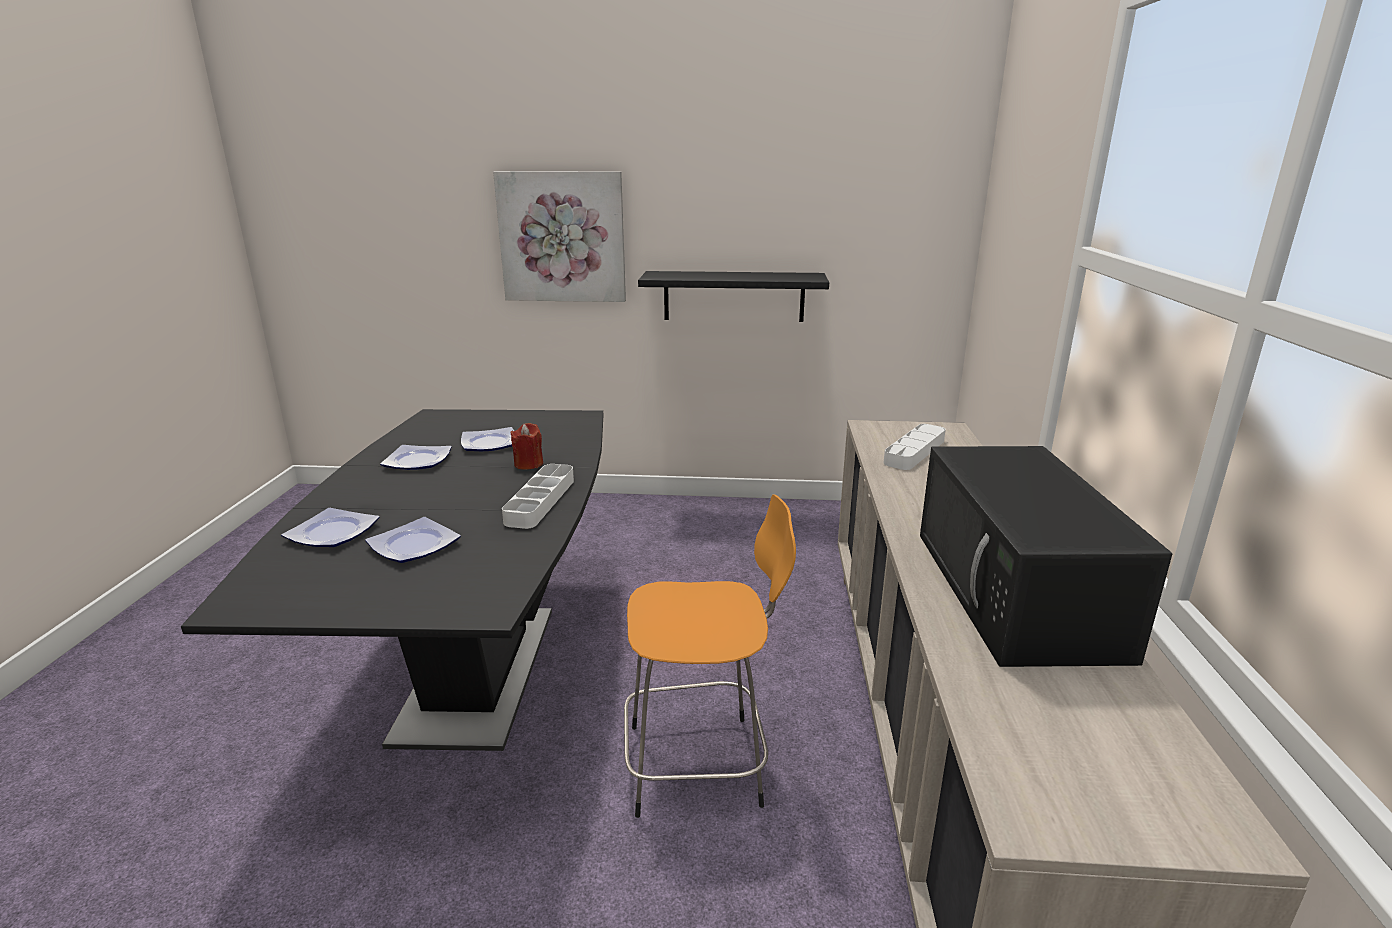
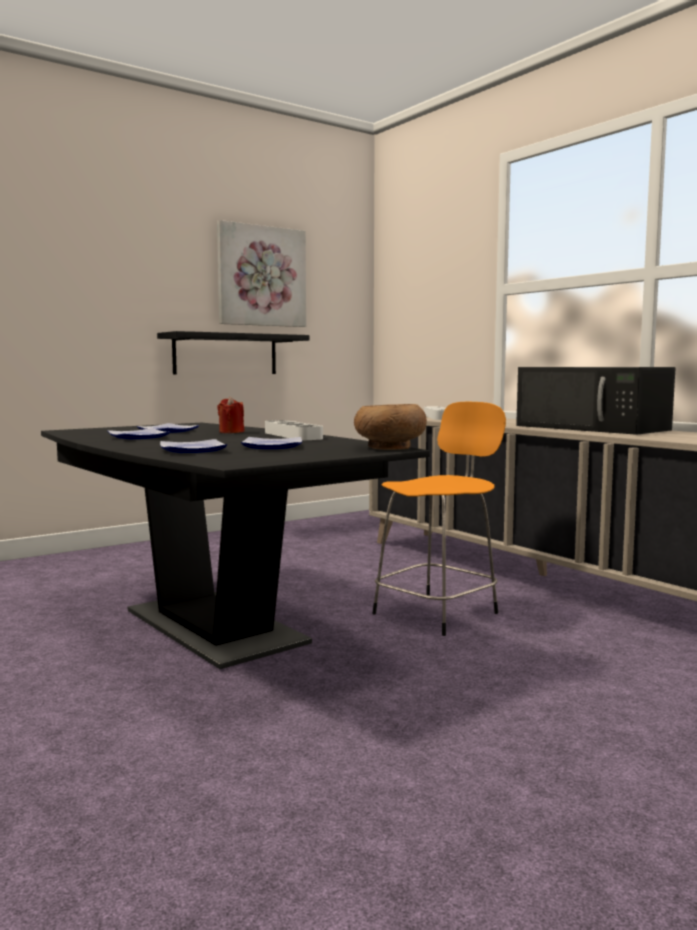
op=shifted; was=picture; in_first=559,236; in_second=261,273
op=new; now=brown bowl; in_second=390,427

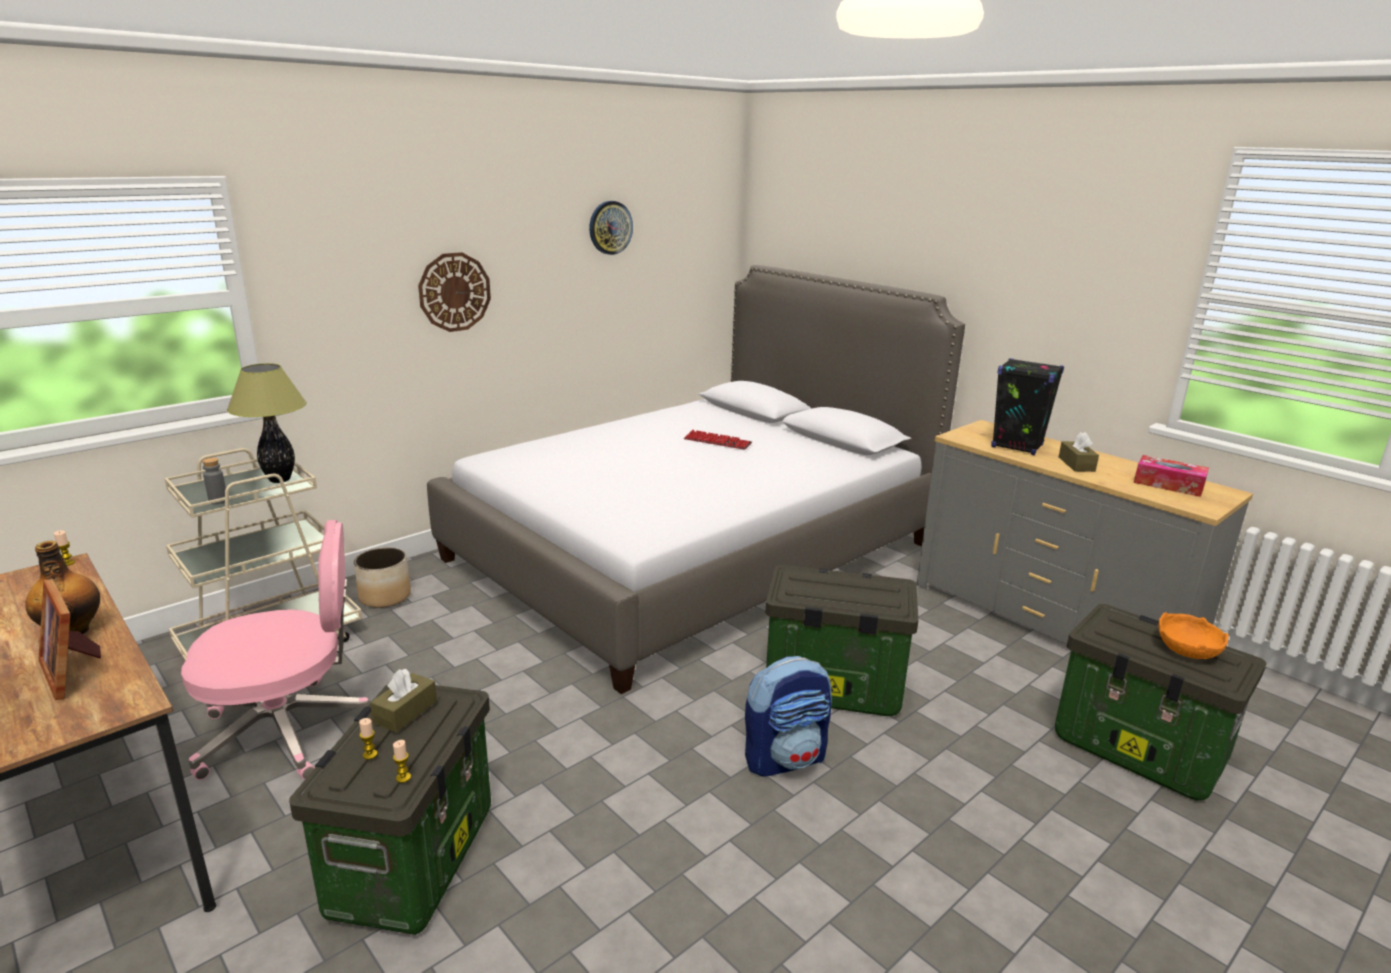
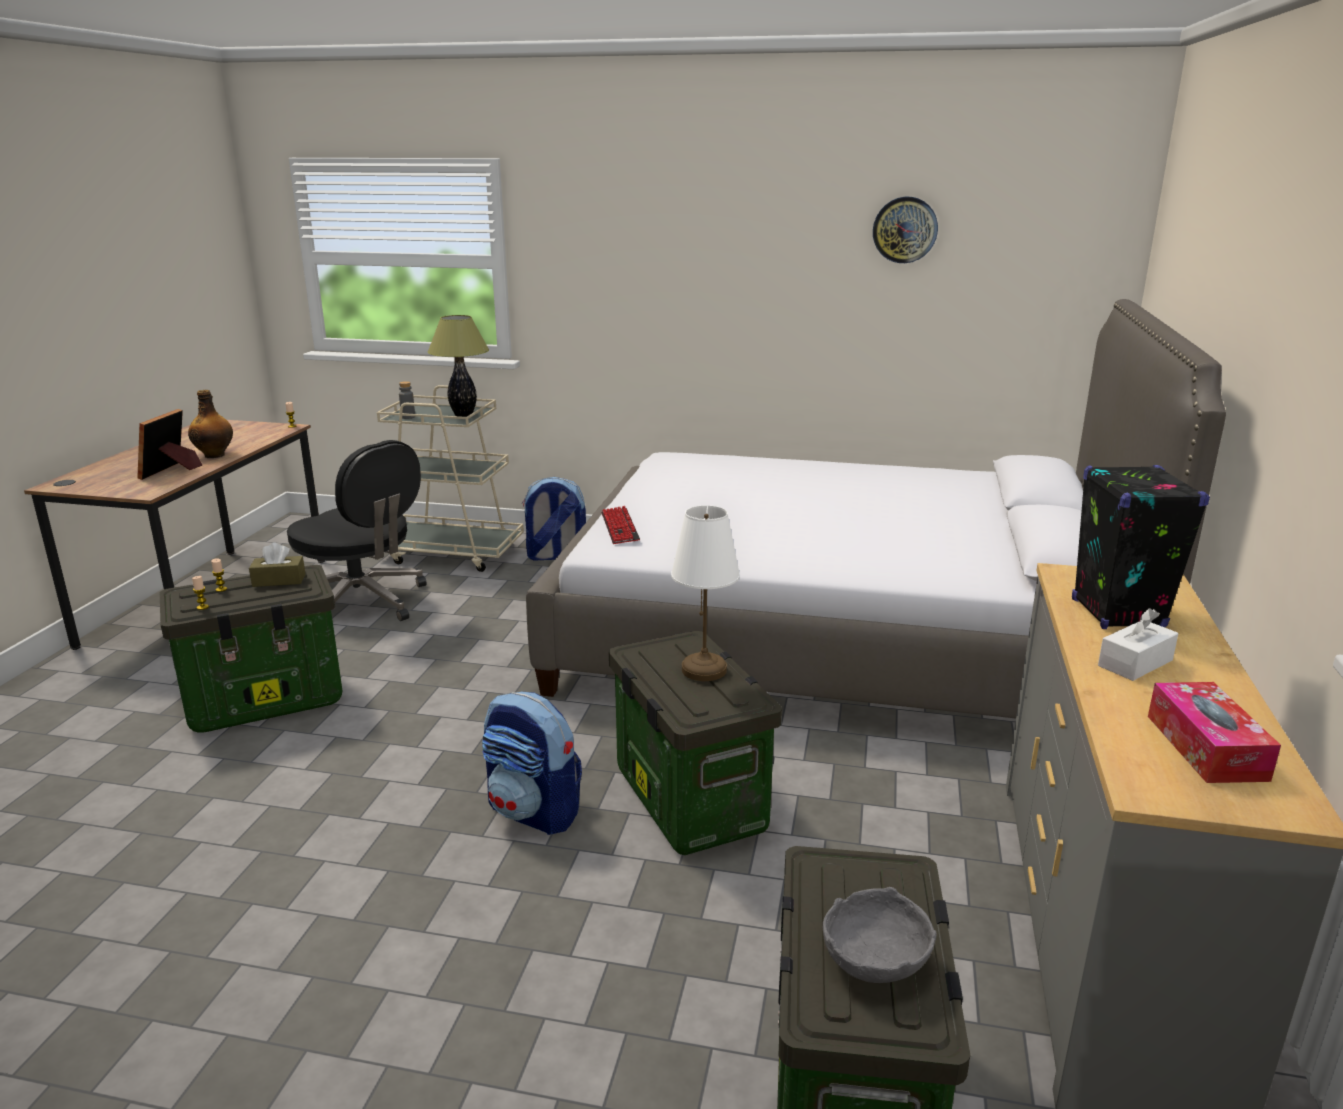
op=gone; was=wall clock; in_first=454,292
op=shifted; was=keyboard; in_first=718,440; in_second=620,525
op=repainted; was=brown tissue box; now=white tissue box; in_first=1079,452; in_second=1138,644
op=repainted; was=pink office chair; now=black office chair; in_first=275,650; in_second=357,530
op=swapped; was=planter; now=backpack; in_first=382,577; in_second=554,519
op=repainted; was=orange bowl; now=grey bowl; in_first=1194,635; in_second=880,935
op=new; now=white table lamp; in_second=705,593

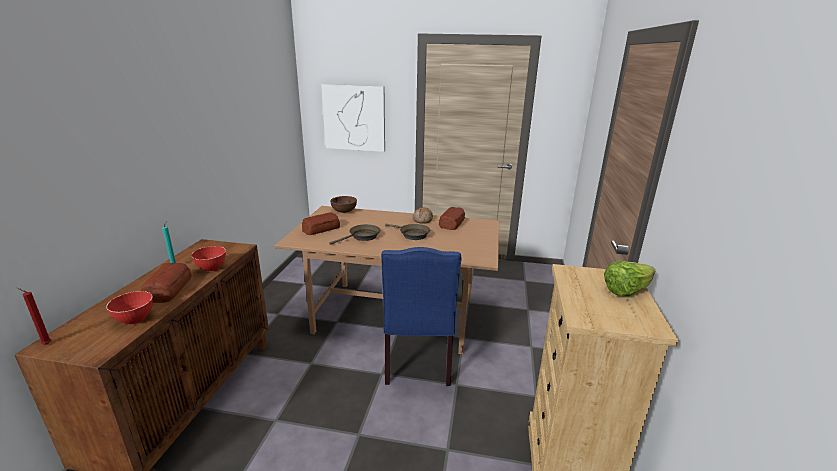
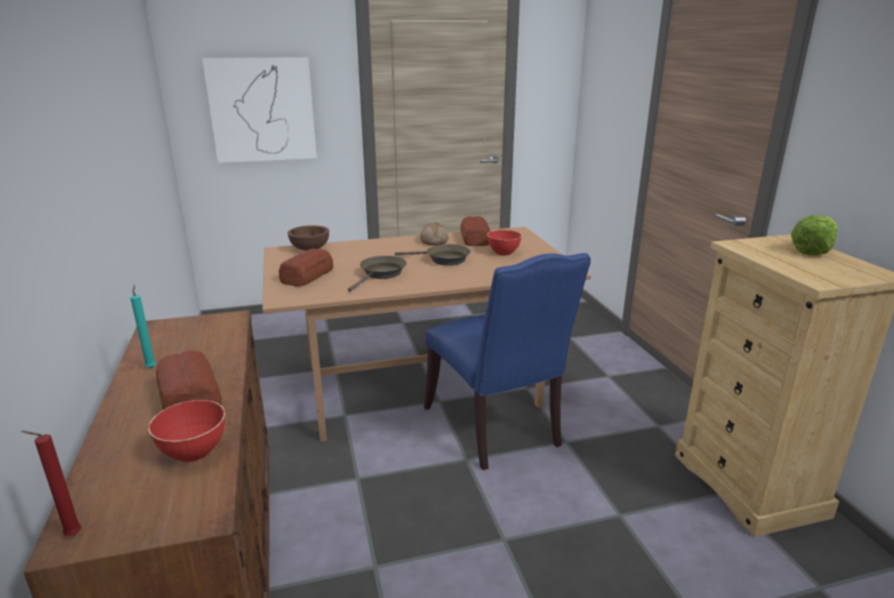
op=shifted; was=red bowl; in_first=208,258; in_second=504,243

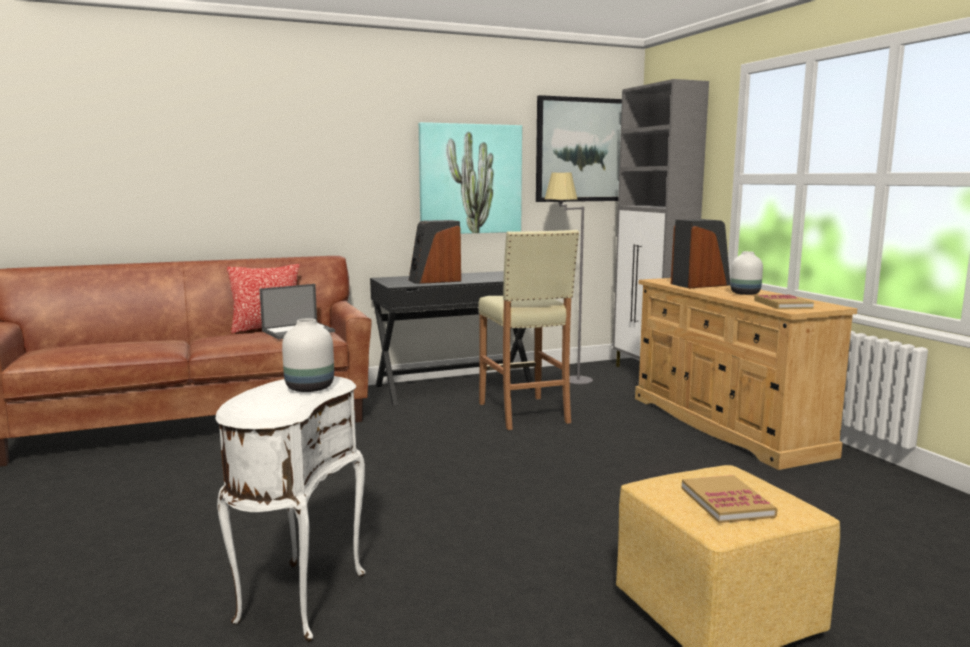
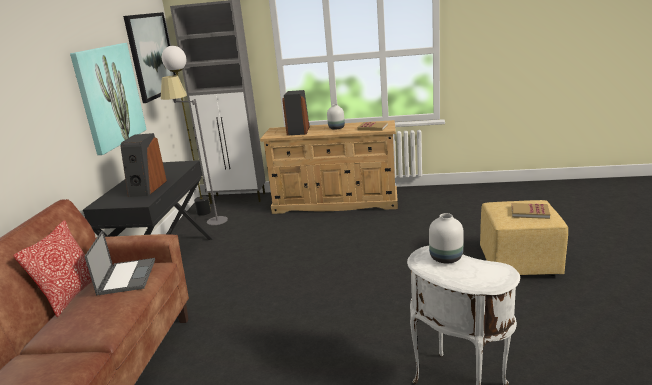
op=gone; was=beige stool; in_first=528,330
op=new; now=floor lamp; in_second=186,131

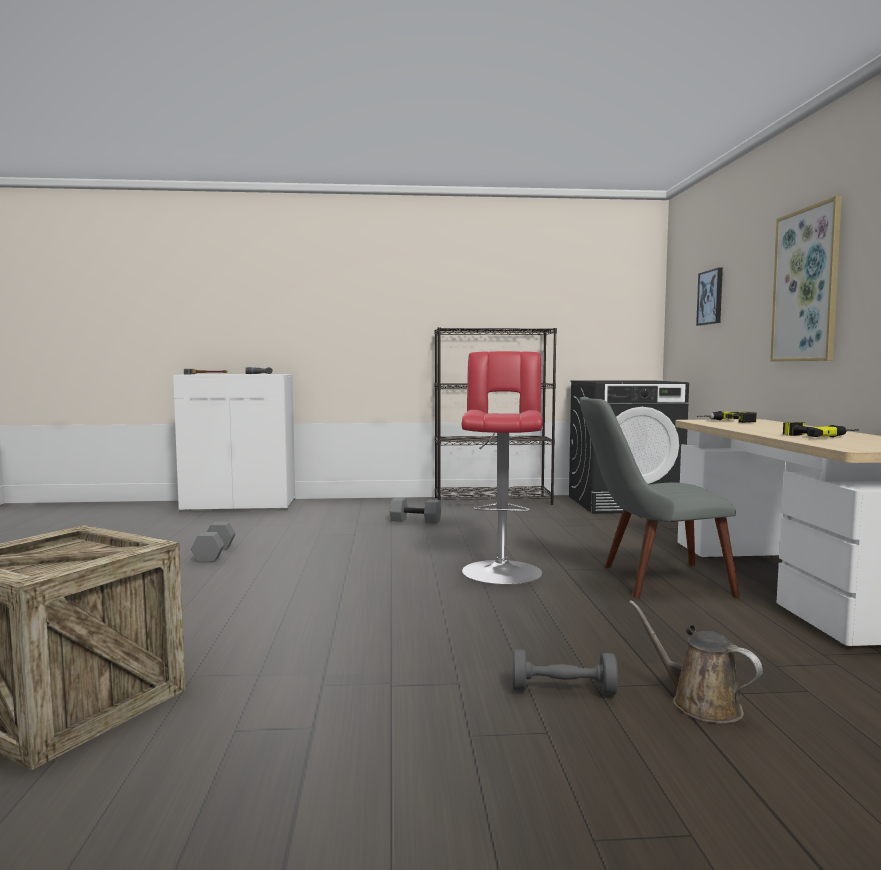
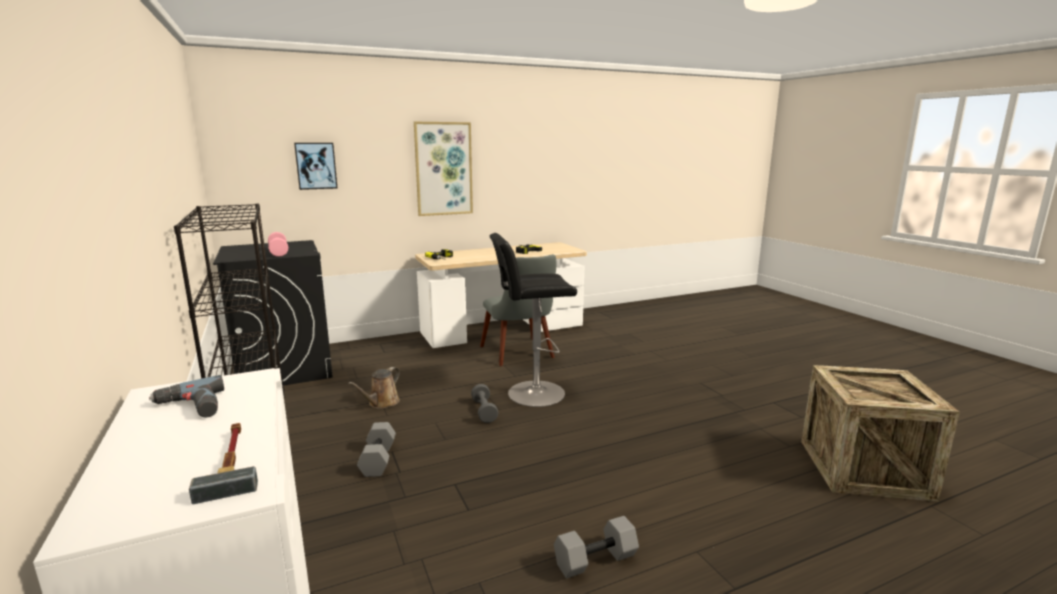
op=repainted; was=red stool; now=black stool; in_first=501,468; in_second=533,320
op=shifted; was=brown watering can; in_first=696,661; in_second=374,388
op=shifted; was=grey dumbbell; in_first=565,672; in_second=484,403
op=new; now=pink dumbbell; in_second=278,244

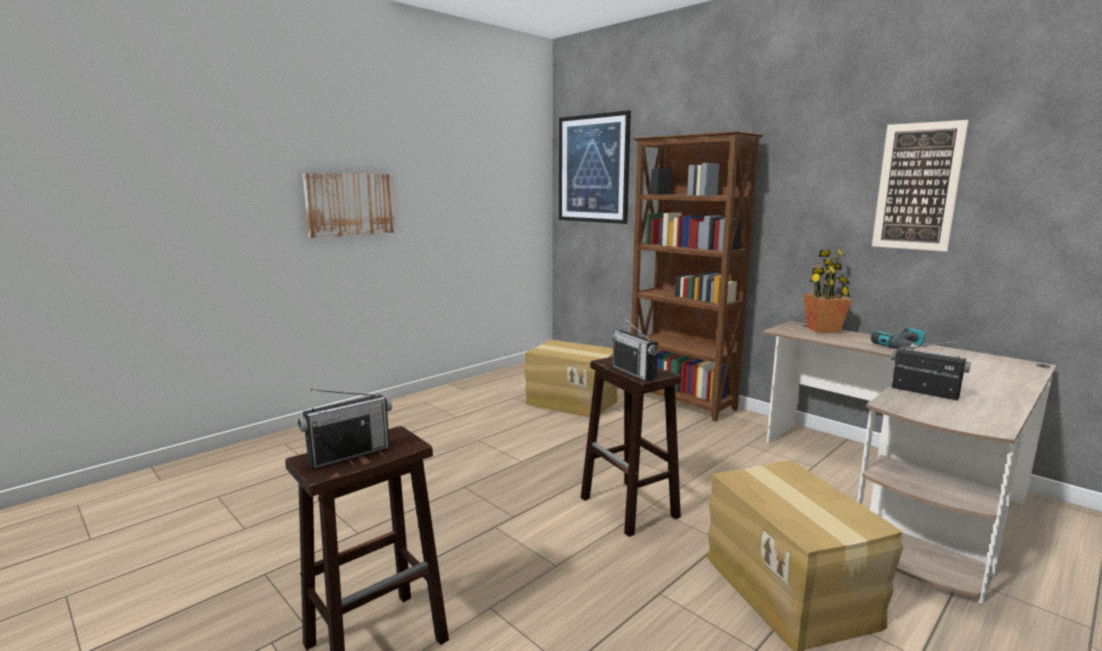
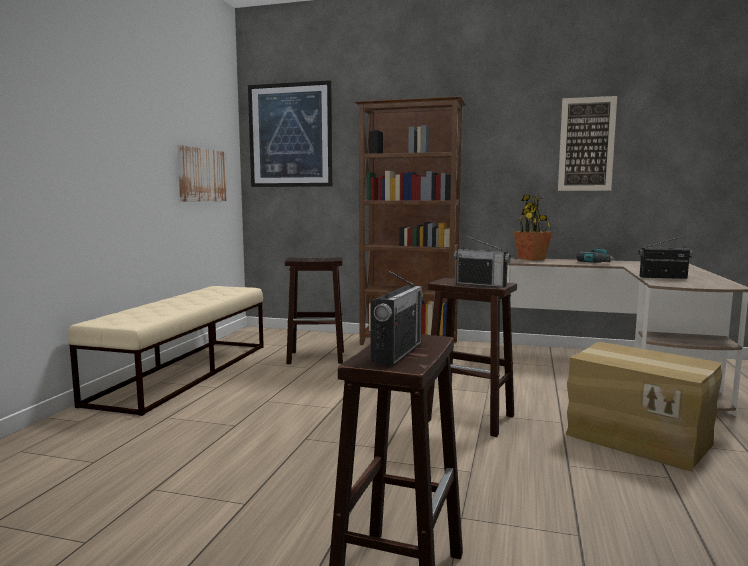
op=shifted; was=picture; in_first=349,205; in_second=202,173
op=swapped; was=cardboard box; now=brown stool; in_first=571,379; in_second=314,310
op=new; now=beige bench; in_second=165,351

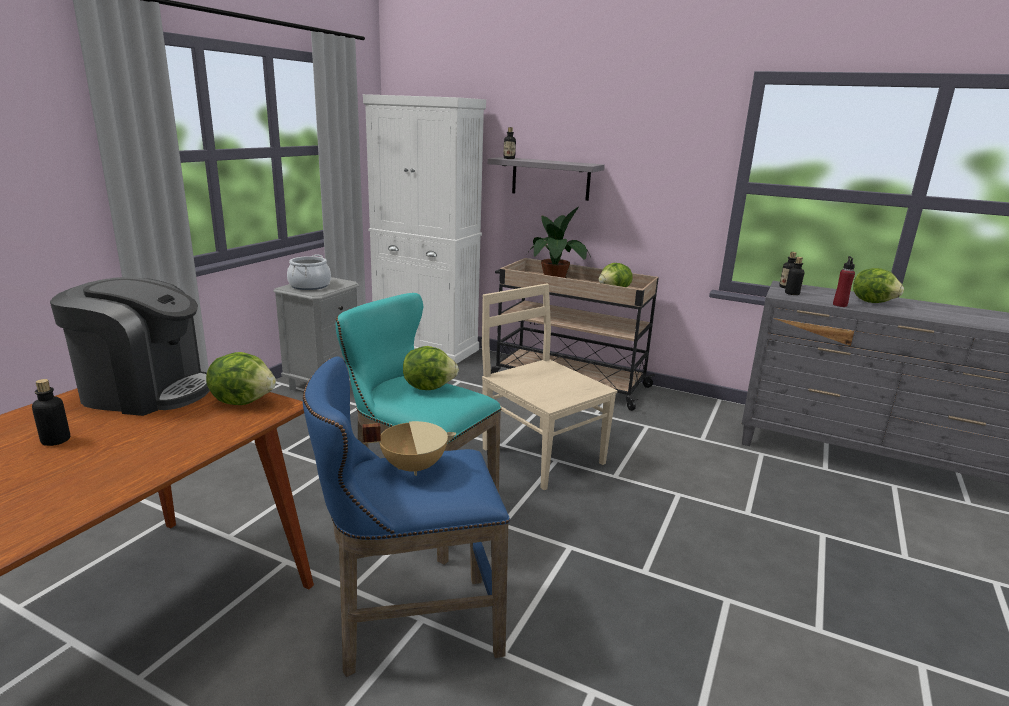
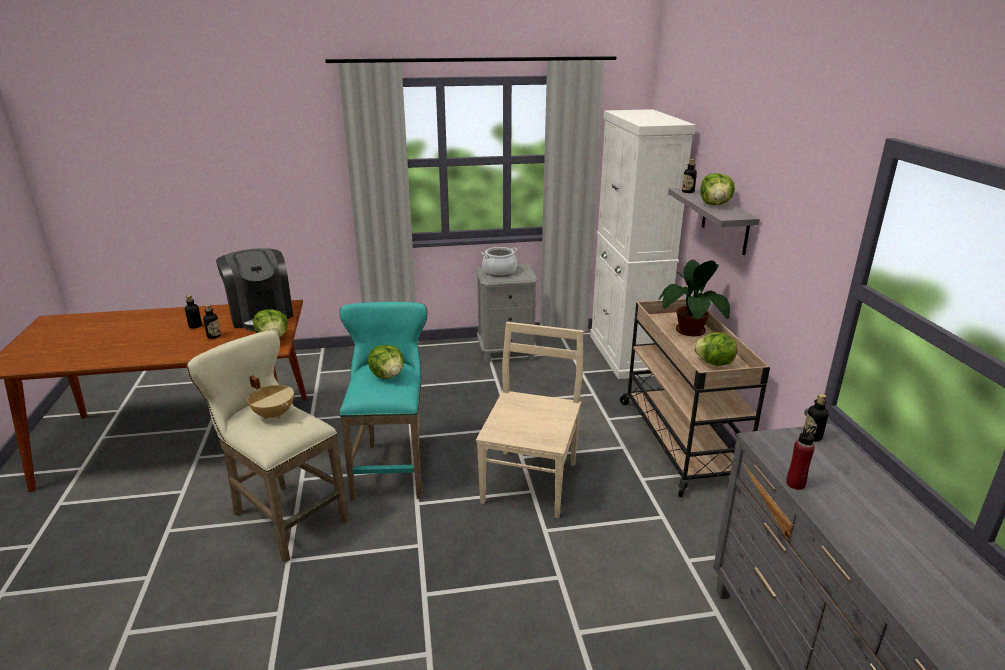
op=shifted; was=bottle; in_first=794,276; in_second=212,321
op=shifted; was=lettuce; in_first=878,285; in_second=717,189
op=repainted; was=blue stool; now=beige stool; in_first=406,517; in_second=267,446

